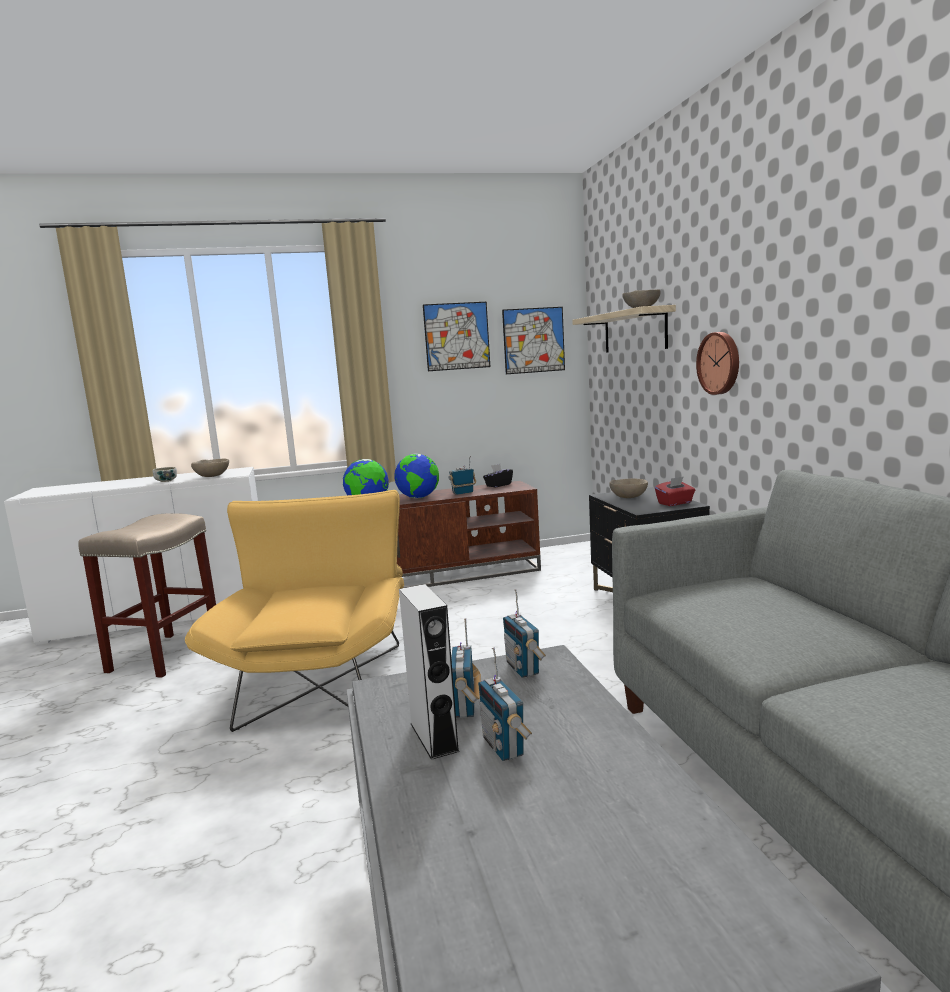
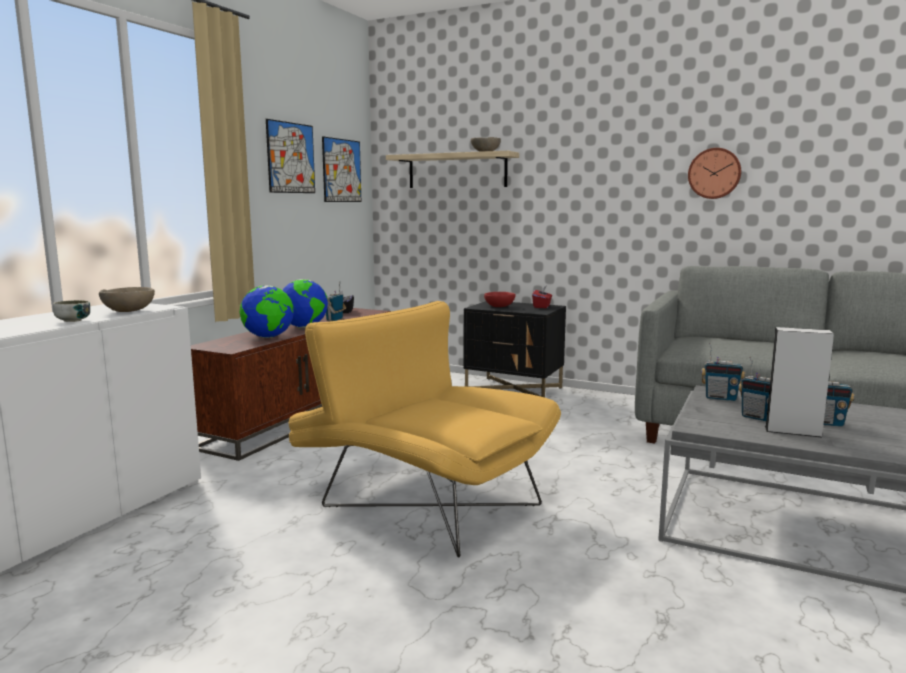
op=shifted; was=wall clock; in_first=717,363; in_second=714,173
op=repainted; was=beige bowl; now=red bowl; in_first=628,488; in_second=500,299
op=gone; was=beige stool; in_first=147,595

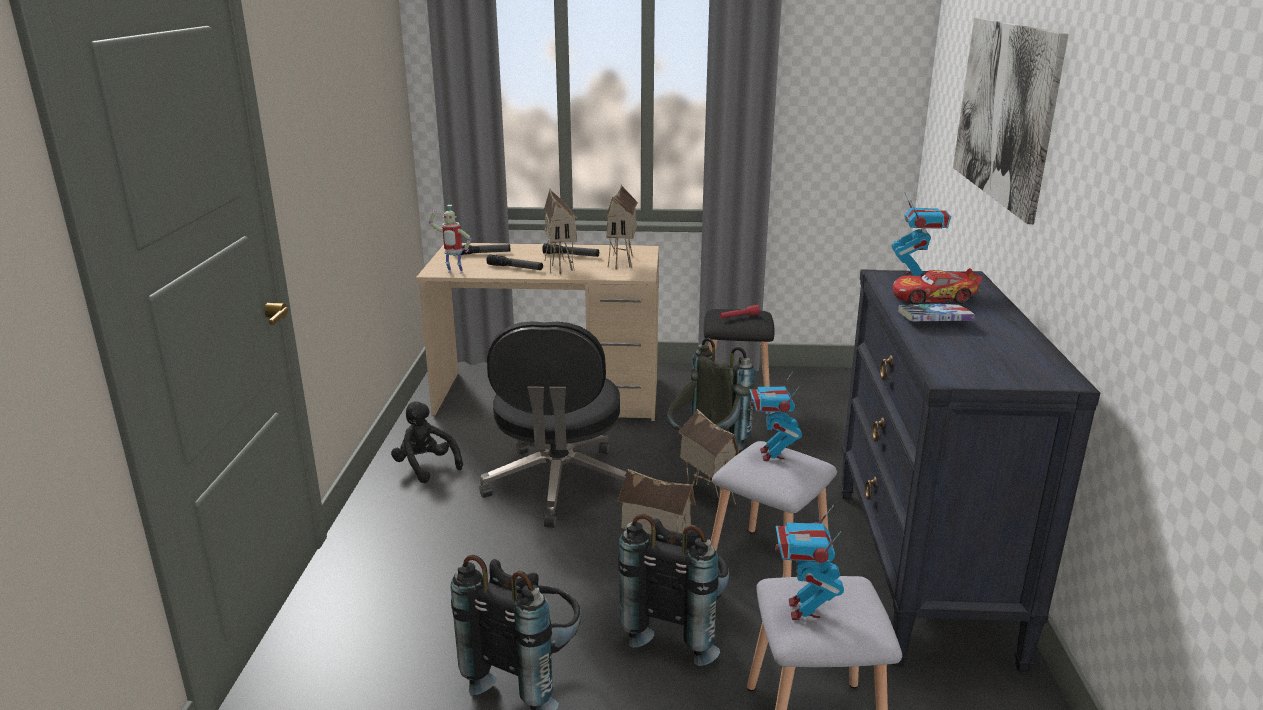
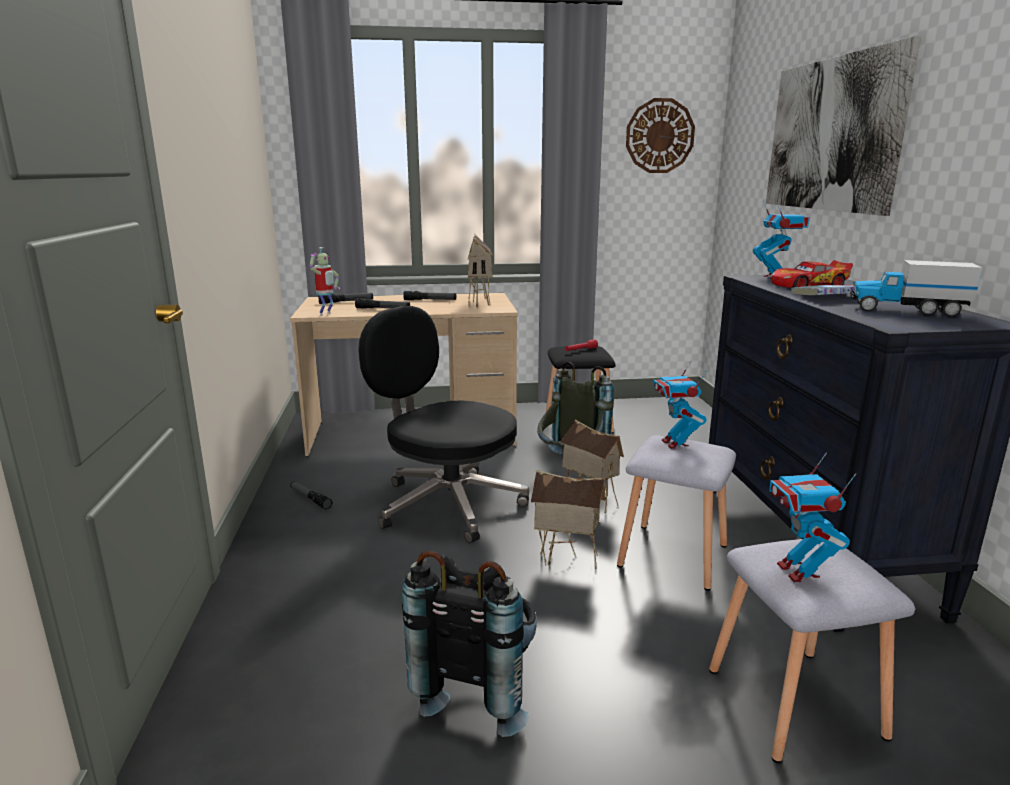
op=gone; was=toy house; in_first=561,231
op=rotated; was=toy robot; in_first=450,239; in_second=324,281; clockwise=-60
op=rotated; was=black office chair; in_first=553,424; in_second=444,424; clockwise=135
op=swapped; was=black plush toy; now=flashlight; in_first=427,442; in_second=311,495
op=gone; was=black backpack; in_first=673,590
op=new; now=wall clock; in_second=660,135
op=new; now=toy truck; in_second=916,288

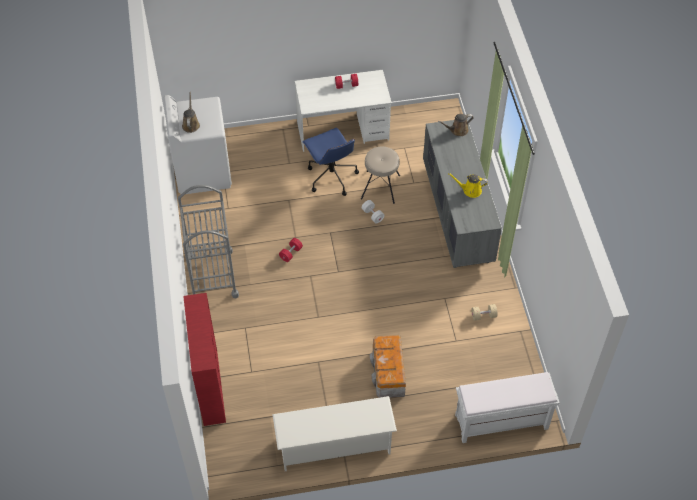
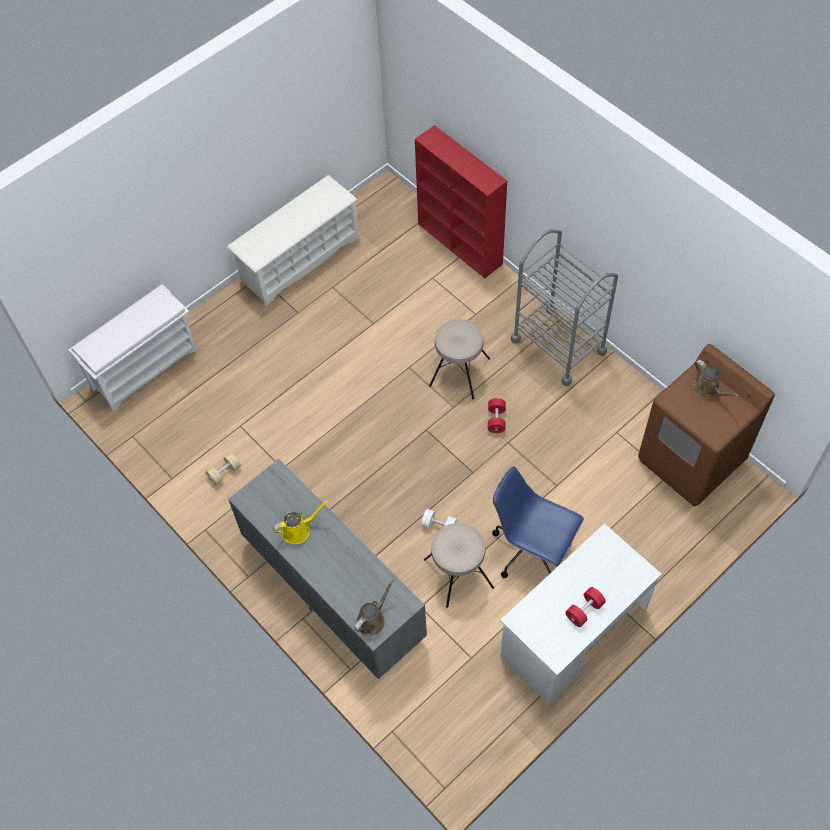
op=repainted; was=white washing machine; now=brown washing machine; in_first=198,144; in_second=706,425
op=gone; was=storage box; in_first=388,366
op=new; now=beige stool; in_second=459,359

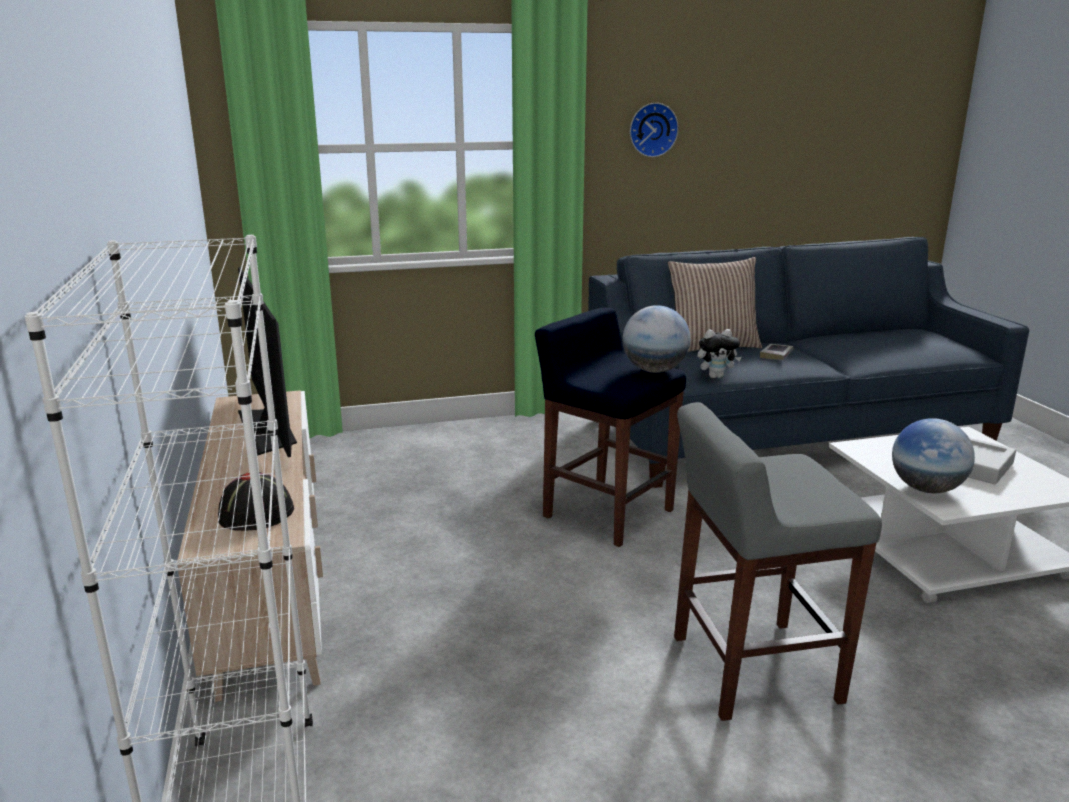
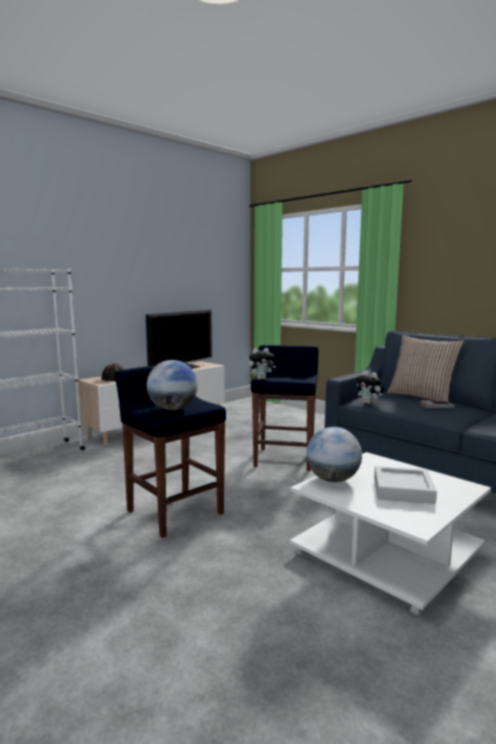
op=gone; was=wall clock; in_first=654,130
op=shifted; was=globe; in_first=656,339; in_second=172,385
op=repainted; was=grey stool; now=blue stool; in_first=778,561; in_second=170,450
op=new; now=plush toy; in_second=262,364

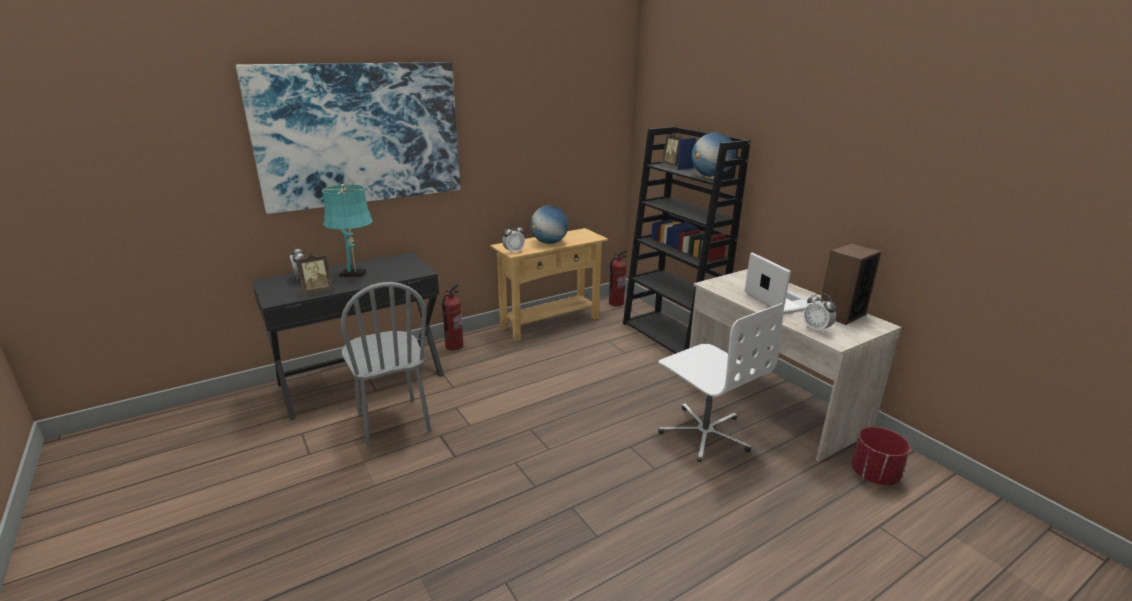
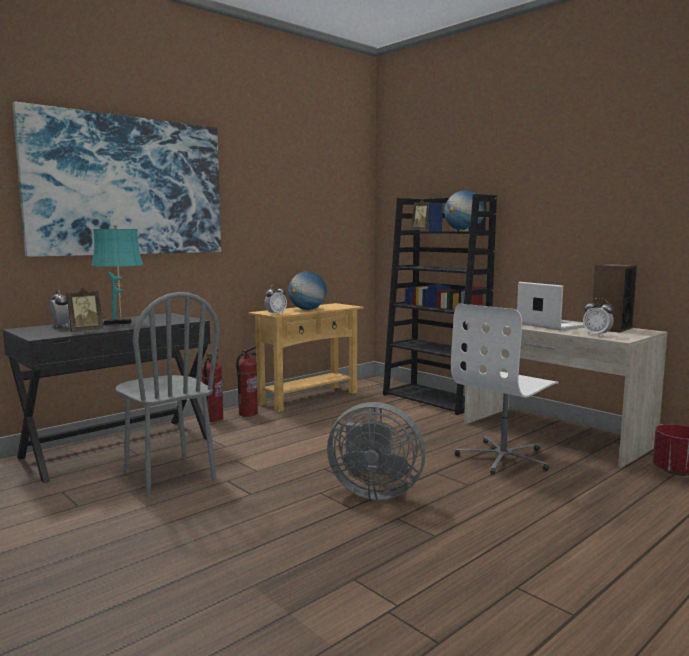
op=shifted; was=fire extinguisher; in_first=618,278; in_second=247,381
op=rotated; was=white office chair; in_first=721,382; in_second=505,389; clockwise=90
op=new; now=grey fan; in_second=376,451

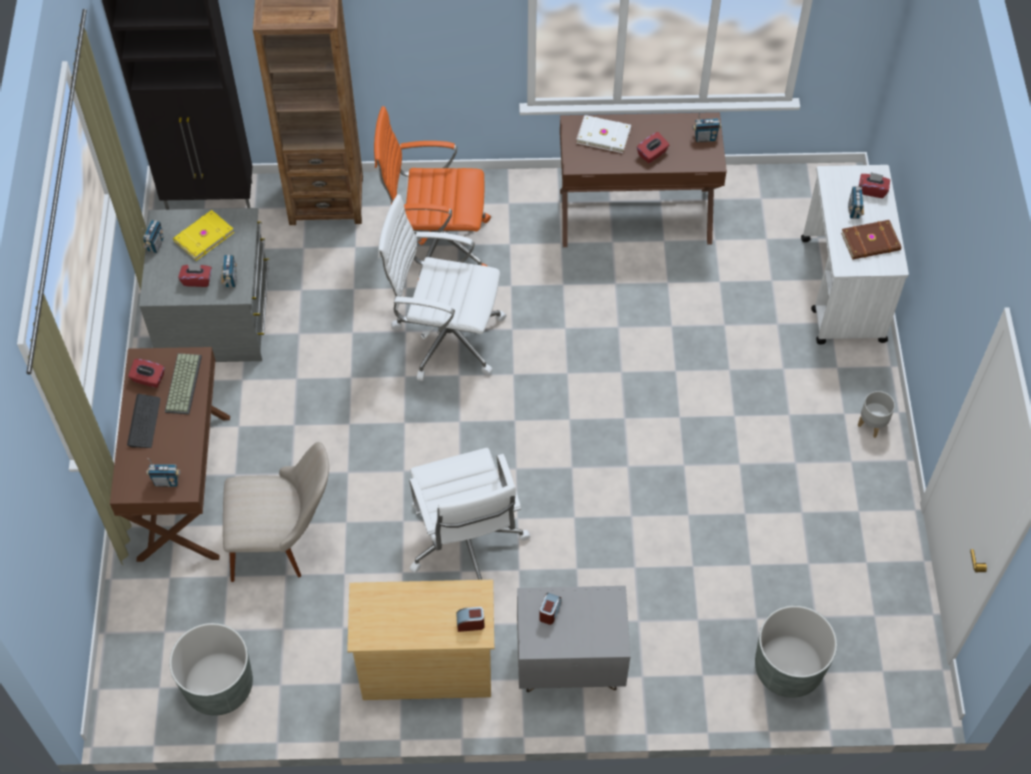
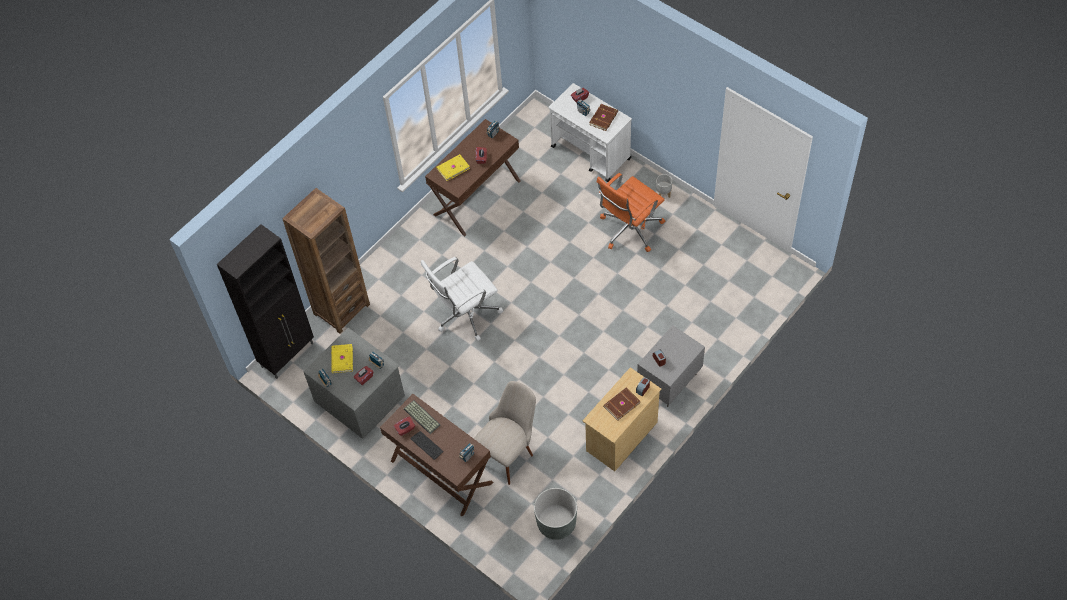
op=shifted; was=orange office chair; in_first=432,192; in_second=631,212
op=repainted; was=white book; now=yellow book; in_first=603,134; in_second=453,167
op=gone; was=white office chair; in_first=469,514
op=gone; was=grey planter; in_first=796,652
op=new; now=brown book; in_second=621,404

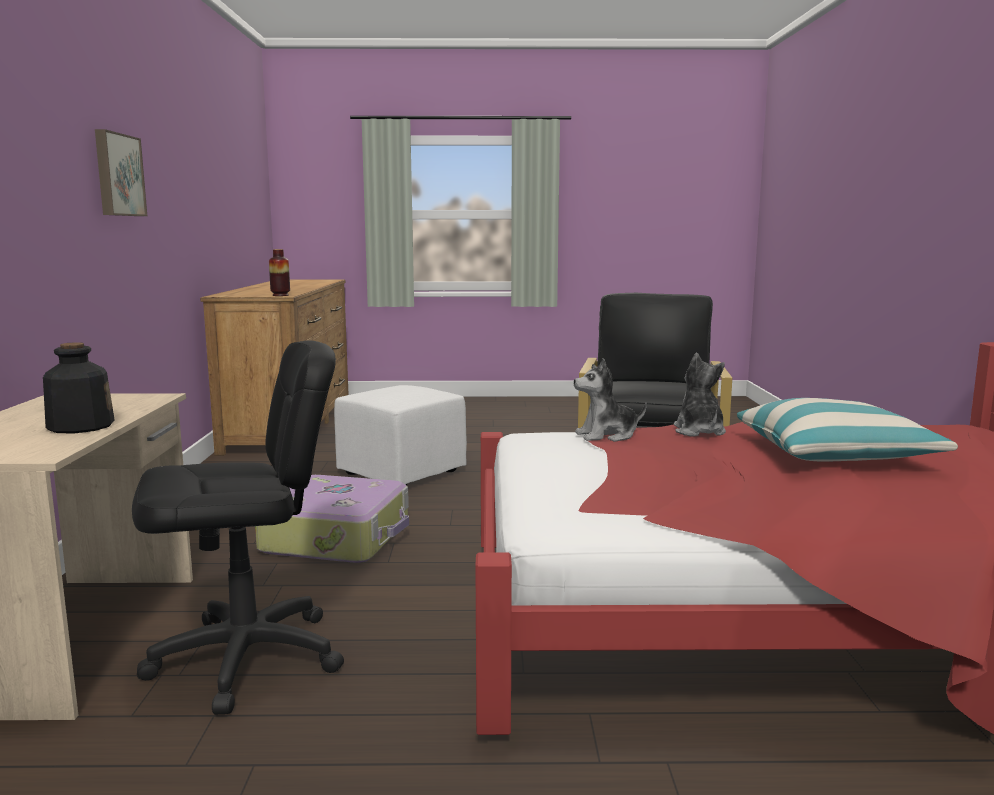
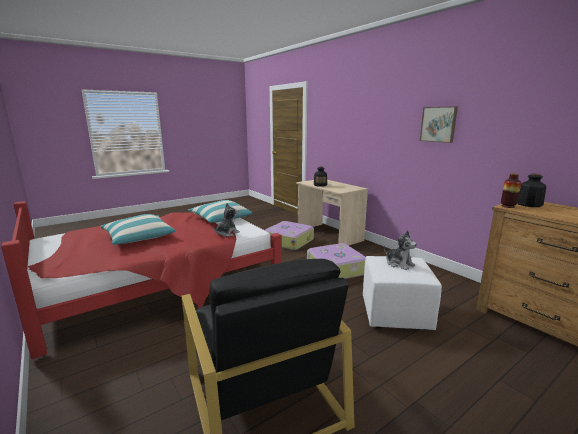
op=swapped; was=black office chair; now=suitcase; in_first=238,528; in_second=289,235
op=shifted; was=plush toy; in_first=700,395; in_second=400,250
op=new; now=bottle; in_second=531,190
op=new; now=pillow; in_second=220,211

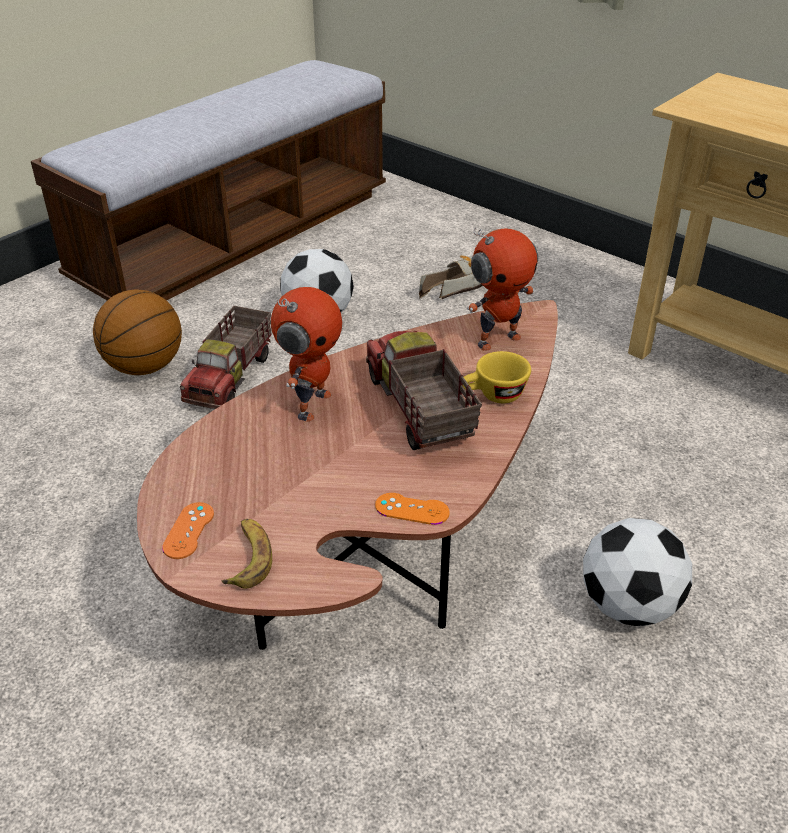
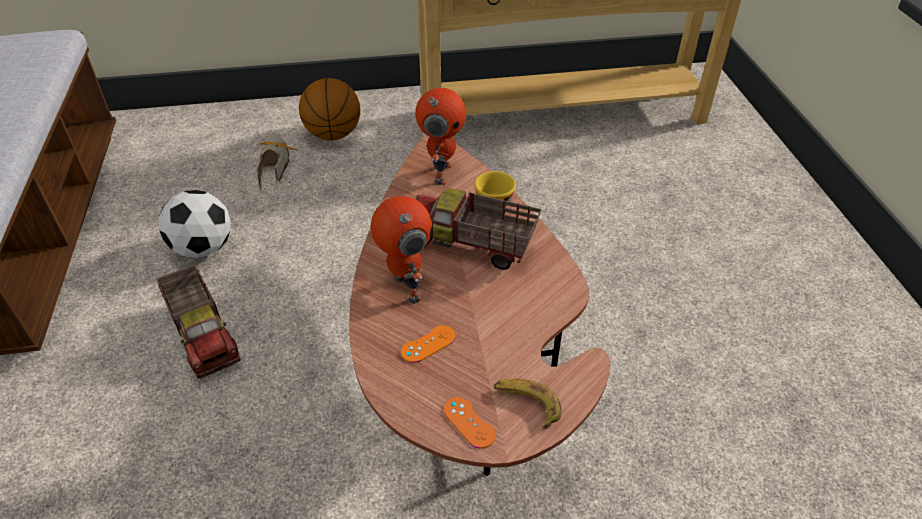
op=shifted; was=basketball; in_first=137,332; in_second=329,109
op=shifted; was=orange game controller; in_first=412,509; in_second=428,344
op=gone; was=football; in_first=637,572

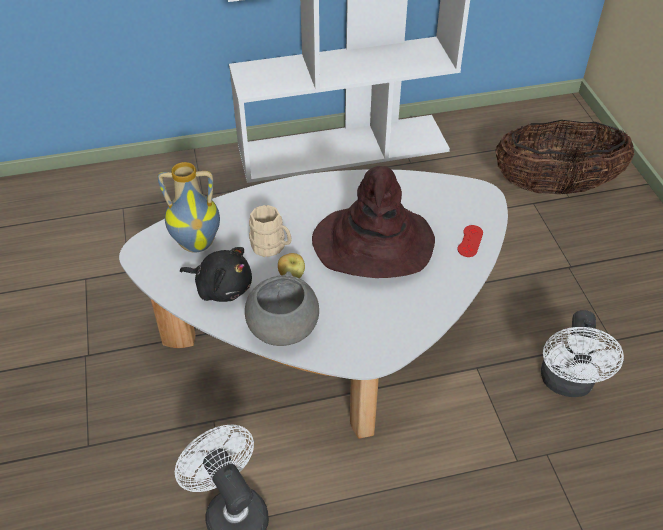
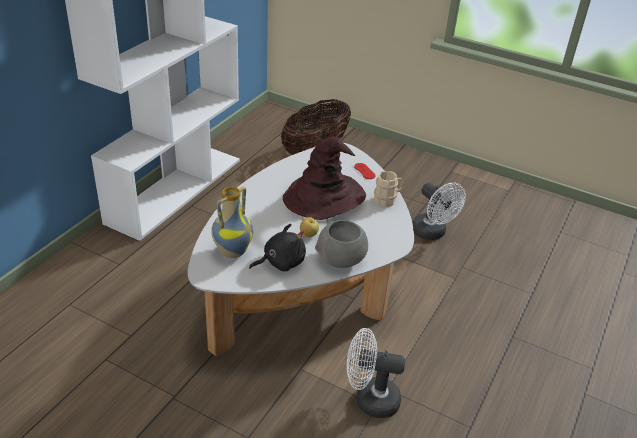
op=shifted; was=beige mug; in_first=270,231; in_second=388,189

